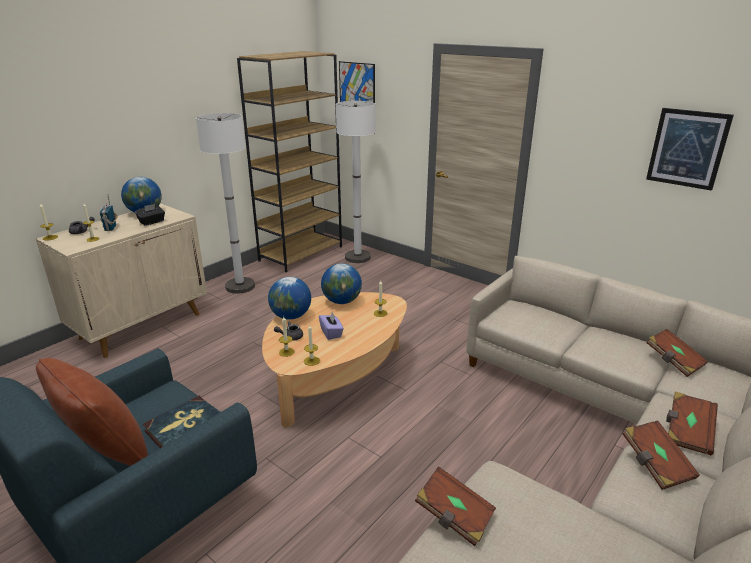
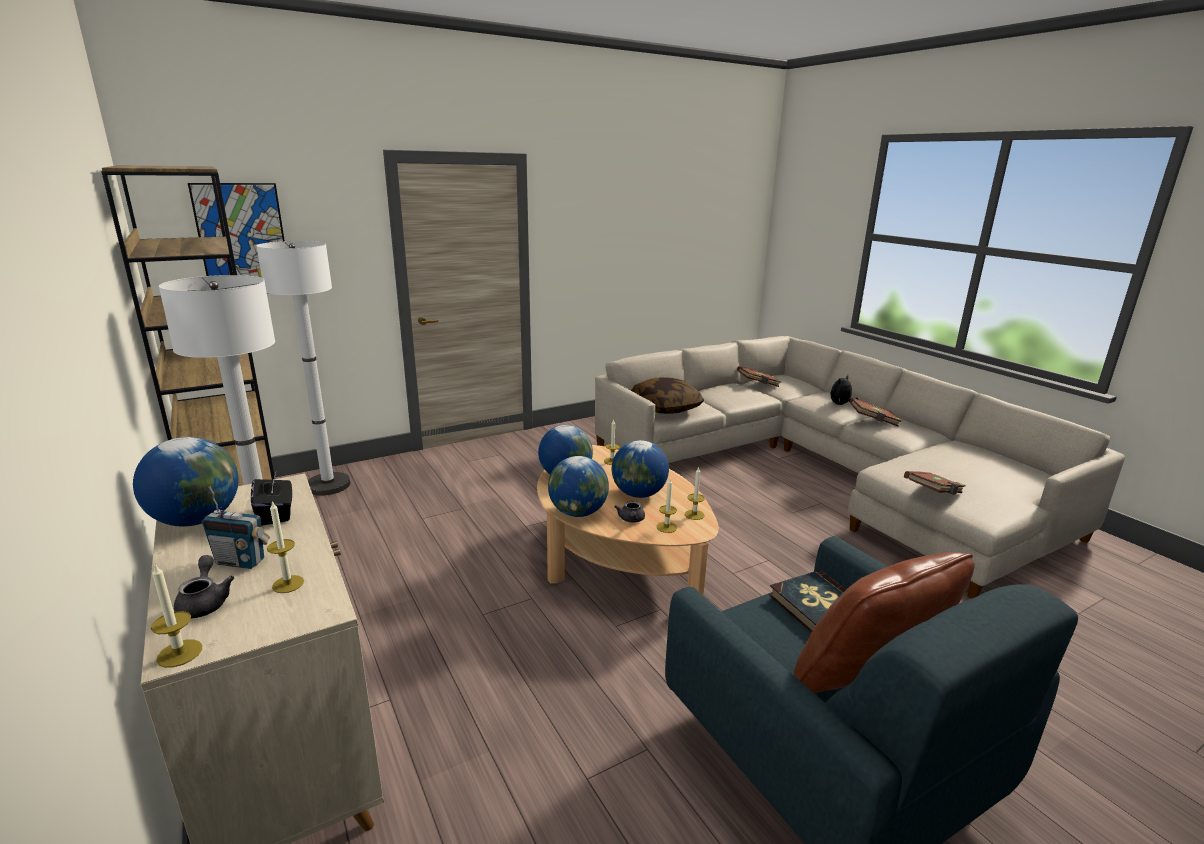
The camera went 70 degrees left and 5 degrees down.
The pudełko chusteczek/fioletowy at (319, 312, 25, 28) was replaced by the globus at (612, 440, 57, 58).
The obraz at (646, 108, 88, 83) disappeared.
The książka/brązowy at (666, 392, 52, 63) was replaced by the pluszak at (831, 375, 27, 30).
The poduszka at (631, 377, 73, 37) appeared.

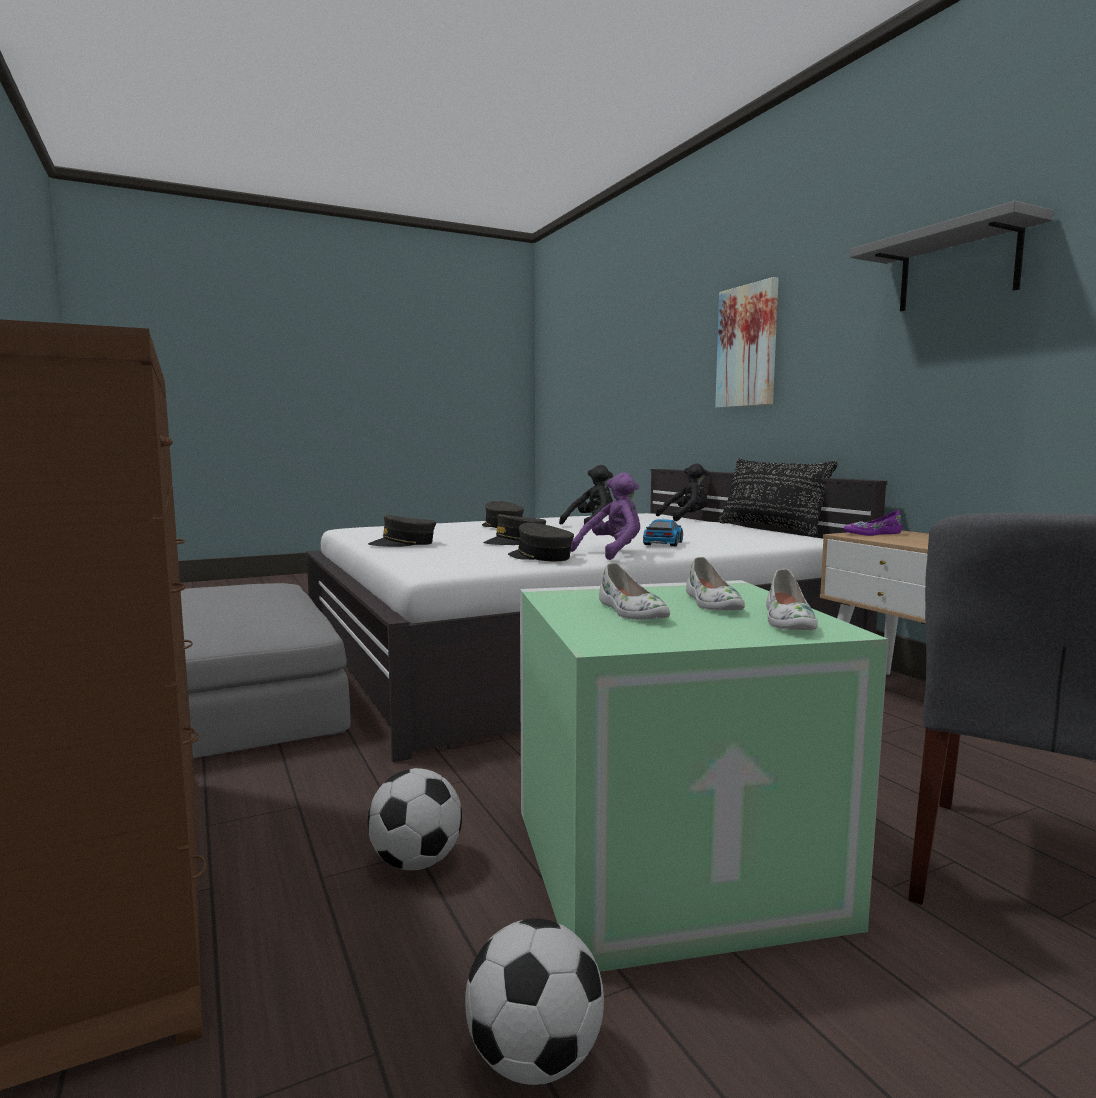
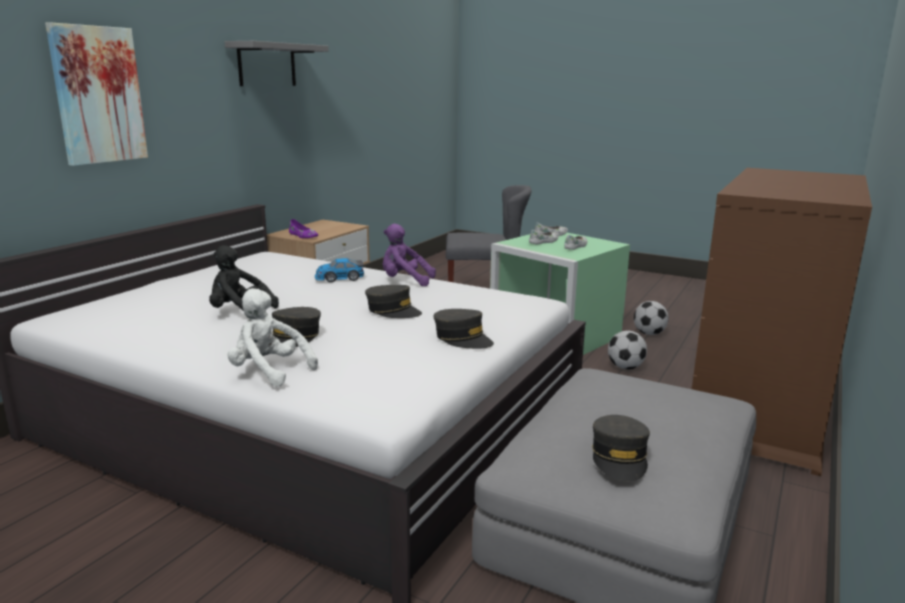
The camera went 125 degrees left and 10 degrees up.
The czapka z daszkiem/szary moved from (508, 523, 66, 38) to (592, 415, 58, 67).
The pluszak/czarny at (656, 463, 52, 58) disappeared.
The poduszka/czarny at (719, 458, 119, 78) disappeared.
The pluszak/biały at (228, 288, 90, 99) appeared.

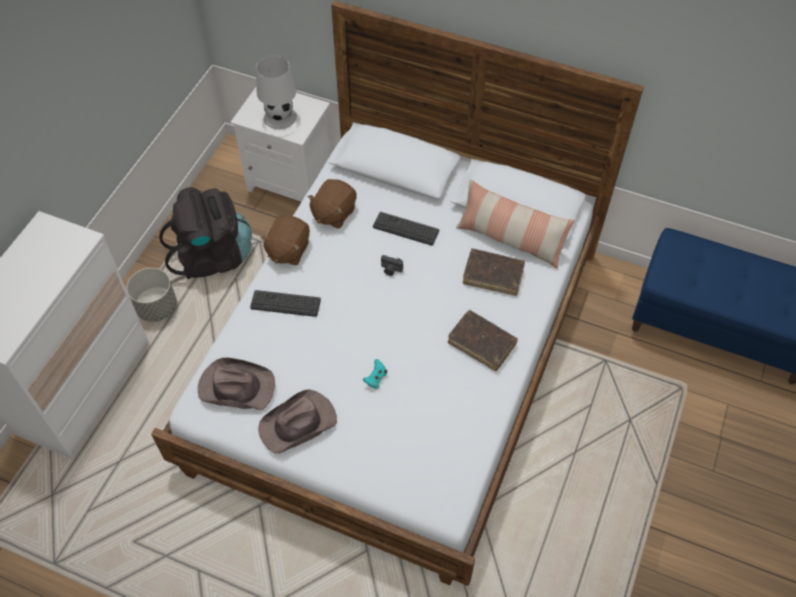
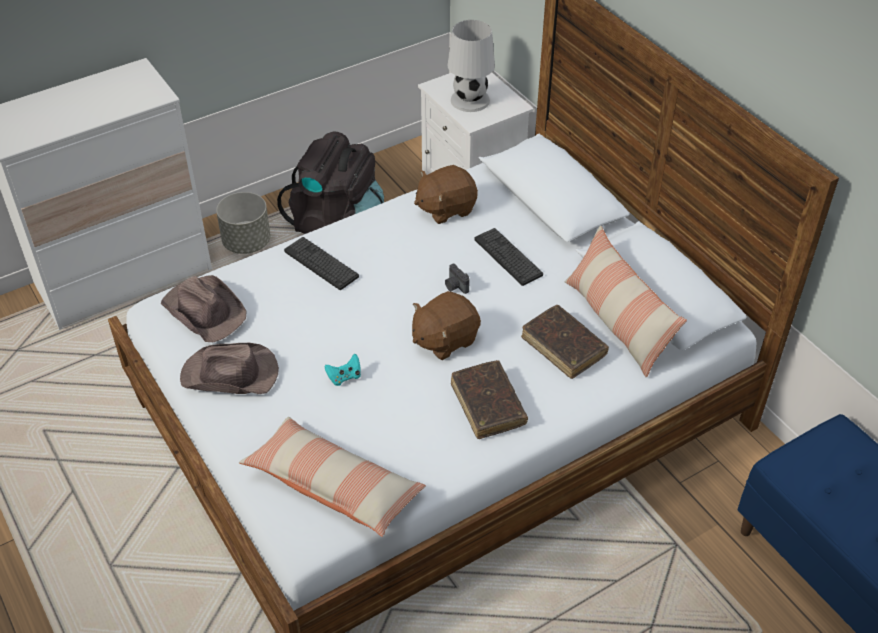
The camera went 35 degrees right and 10 degrees down.
The pluszak/brązowy moved from (260, 216, 50, 49) to (412, 291, 69, 69).
The poduszka at (239, 417, 187, 120) appeared.

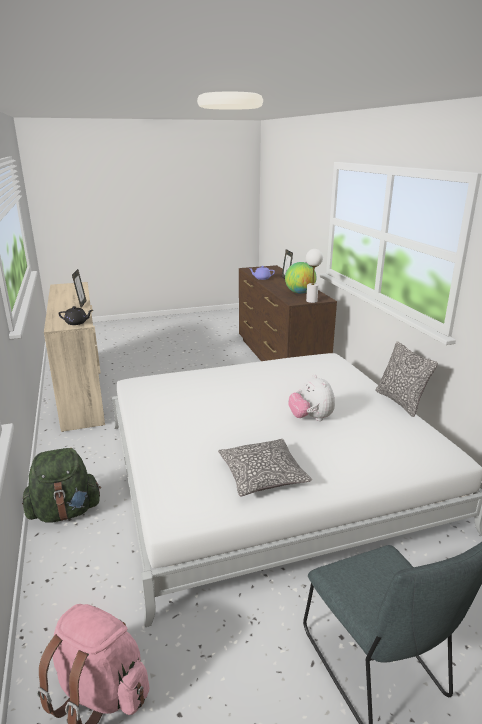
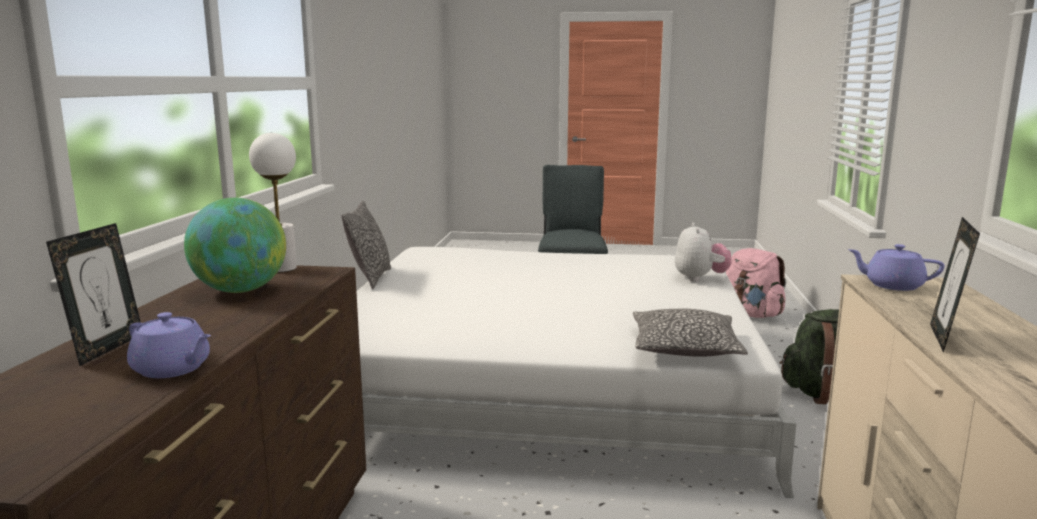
The camera went 155 degrees left and 10 degrees down.
The imbryk/czarny at (58, 306, 35, 19) became the imbryk/fioletowy at (848, 244, 97, 47).
The poduszka moved from (218, 439, 94, 57) to (633, 309, 115, 48).
The pluszak moved from (288, 374, 47, 47) to (675, 223, 57, 59).

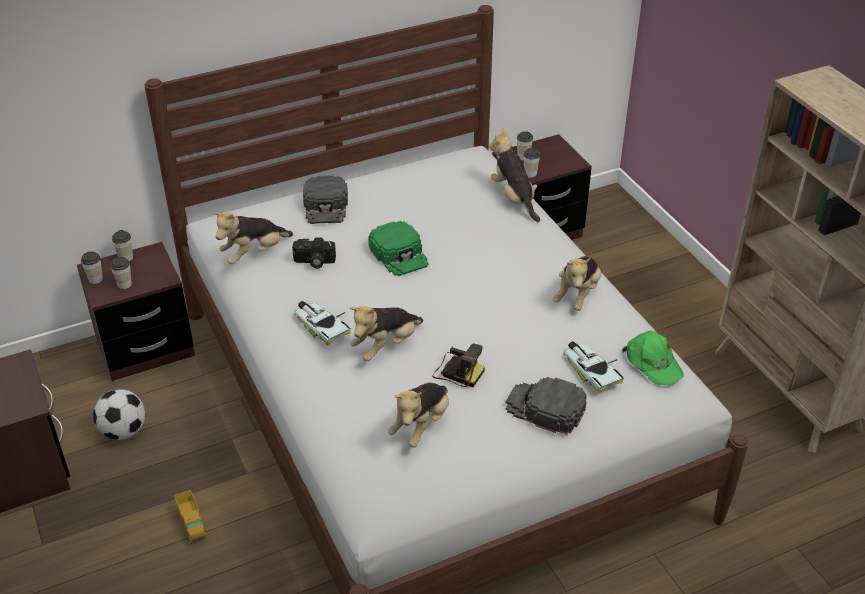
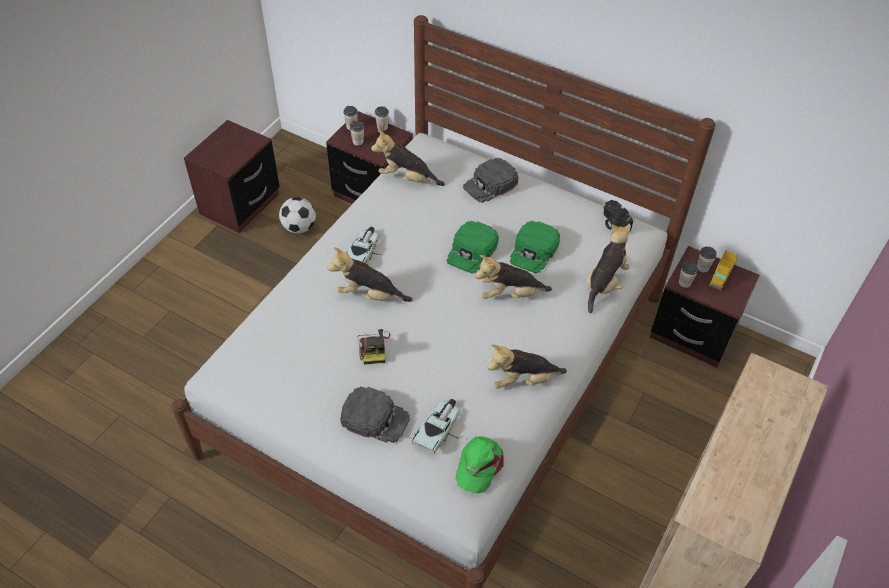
The camera went 55 degrees right and 10 degrees up.
The ciężarówka zabawkowa moved from (174, 490, 33, 54) to (709, 251, 29, 40).
The aparat fotograficzny moved from (292, 237, 44, 32) to (603, 200, 30, 31).
The pluszak moved from (388, 383, 61, 65) to (475, 255, 77, 44).
The czapka z daszkiem/czarny at (505, 377, 82, 58) turned 120 degrees clockwise.
The czapka z daszkiem/zielony at (510, 221, 50, 53) appeared.

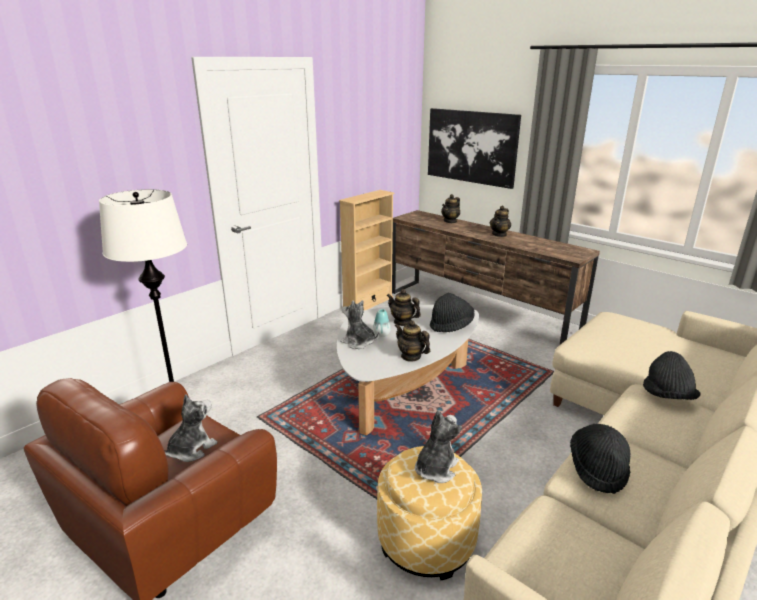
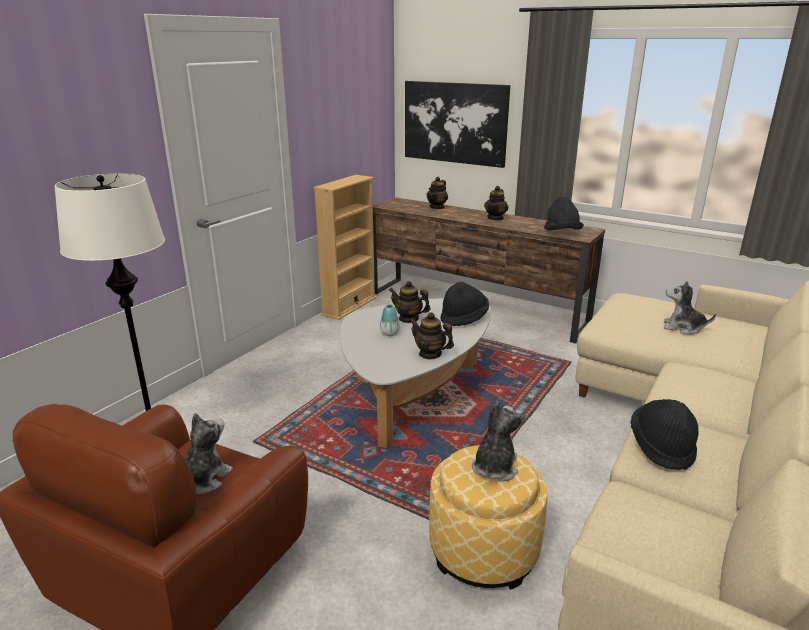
The camera went 10 degrees left and 0 degrees up.
The pluszak moved from (340, 300, 39, 49) to (664, 281, 52, 54).
The kapelusz/czarny moved from (643, 351, 58, 49) to (544, 197, 39, 33).

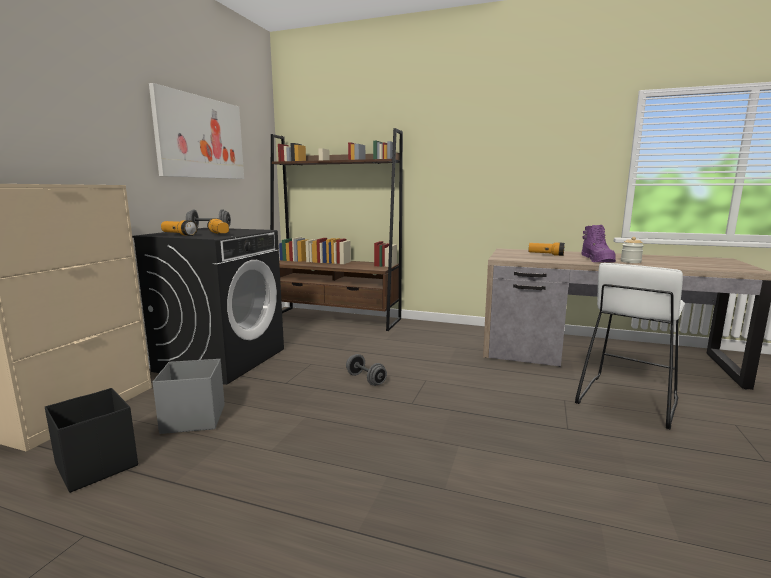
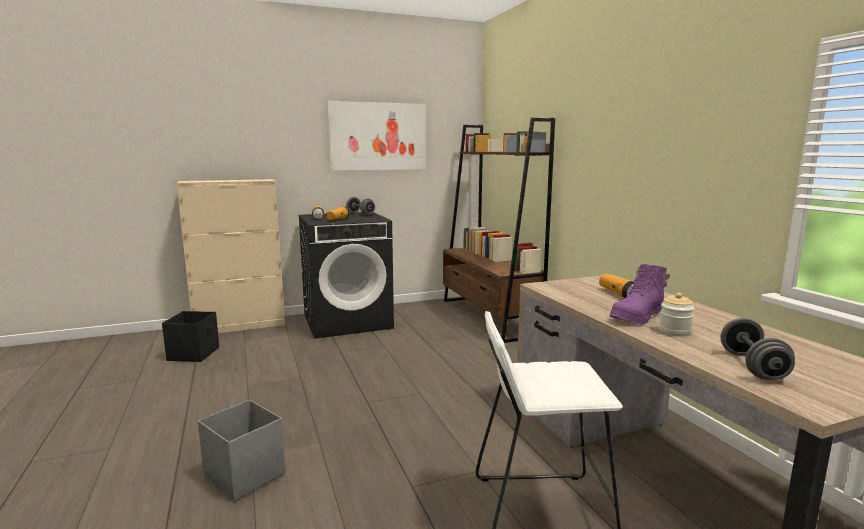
The camera went 50 degrees right and 0 degrees up.
The pojemnik do przechowywania/szary moved from (153, 359, 72, 75) to (198, 400, 88, 101).
The hantel/szary moved from (346, 354, 41, 32) to (720, 318, 75, 62).

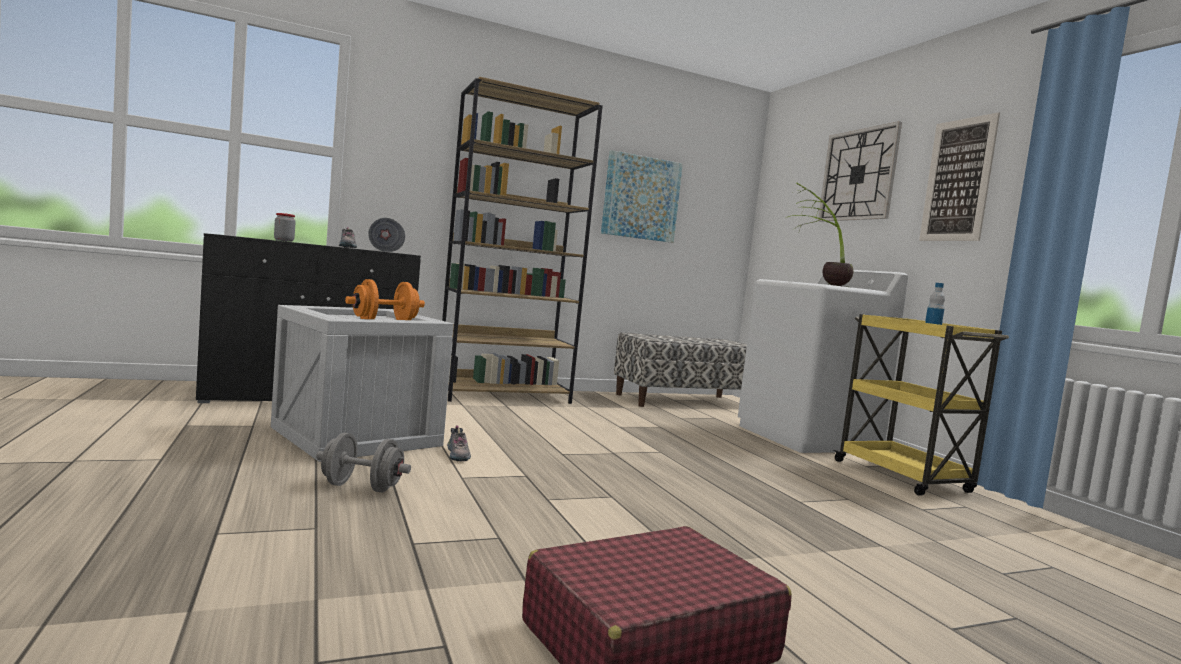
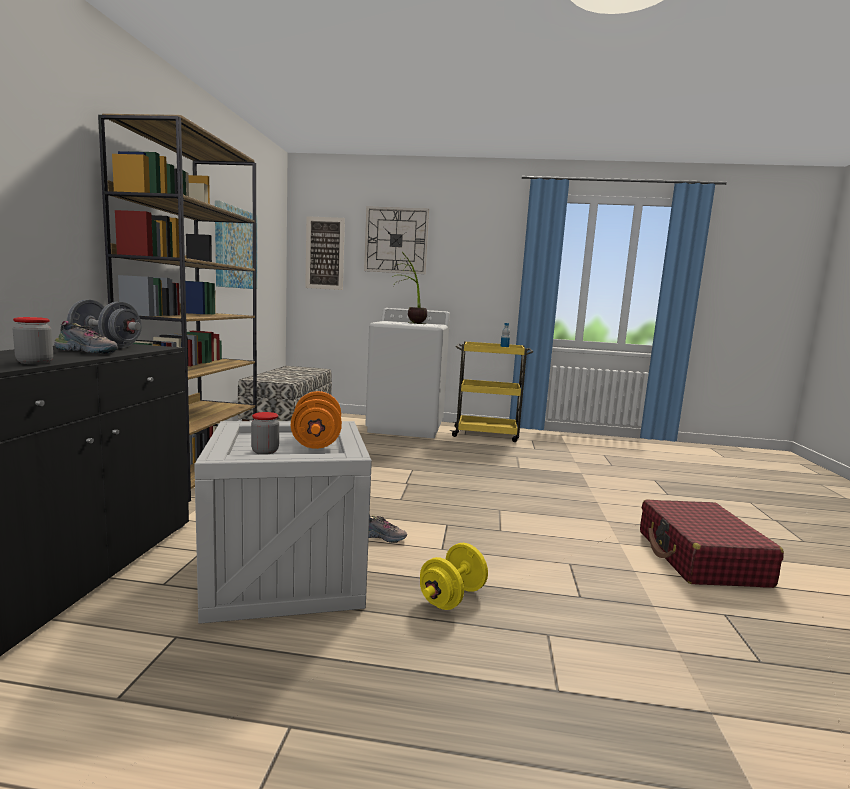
The camera went 60 degrees left and 5 degrees up.
The hantel/szary at (316, 433, 95, 60) became the hantel/żółty at (420, 543, 68, 67).
The obraz moved from (919, 112, 81, 129) to (305, 216, 40, 74).
The słoik at (251, 412, 28, 43) appeared.

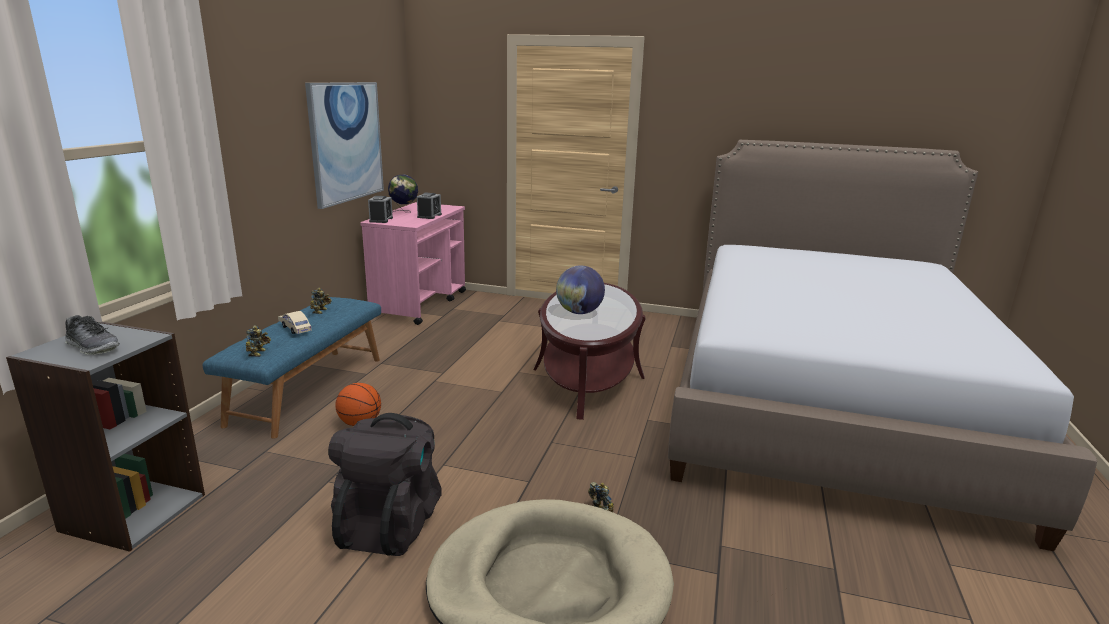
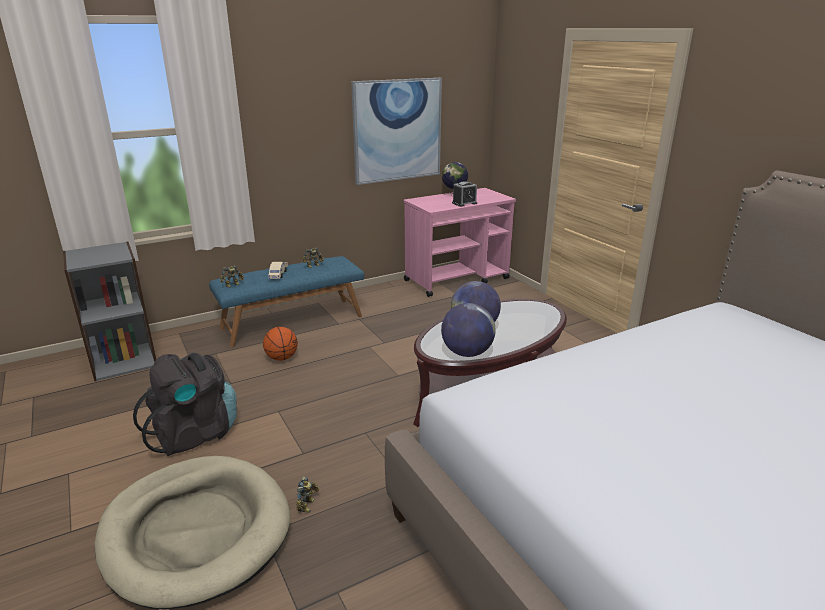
The camera went 45 degrees right and 5 degrees up.
The but at (65, 315, 55, 40) disappeared.
The budzik at (368, 196, 25, 27) disappeared.
The globus at (441, 303, 55, 54) appeared.

